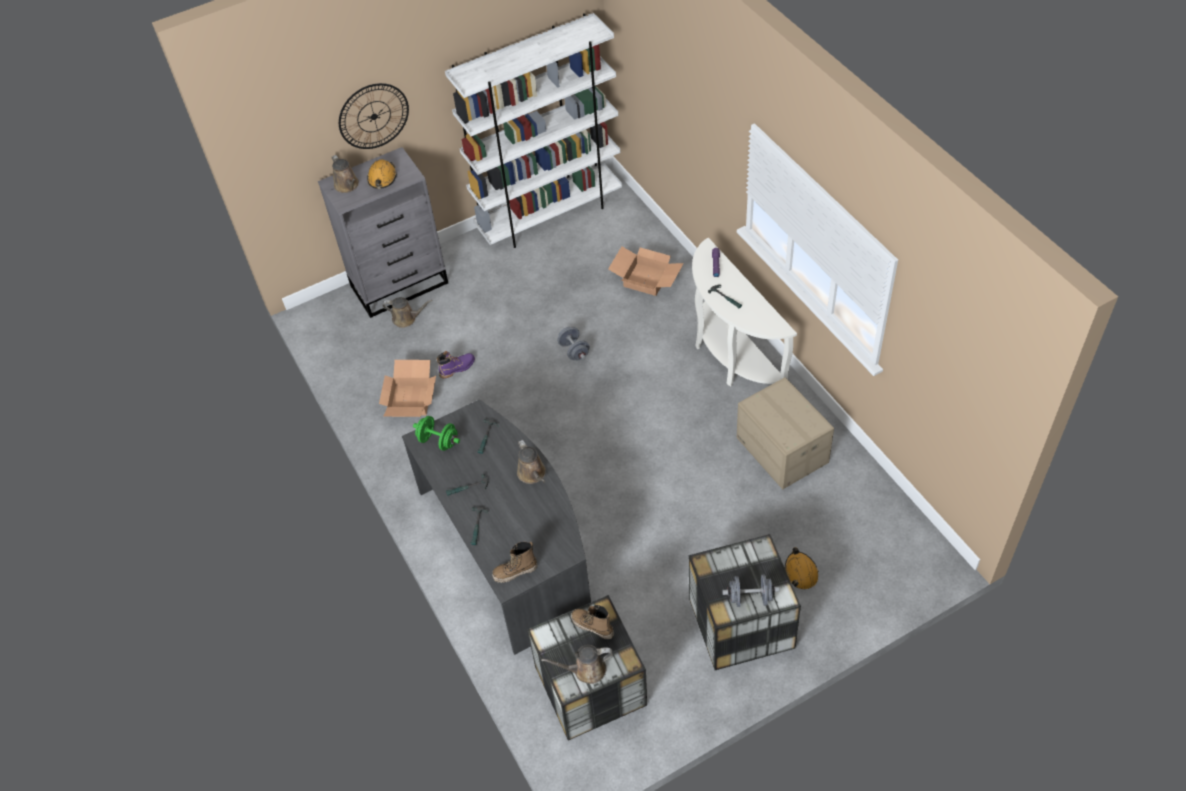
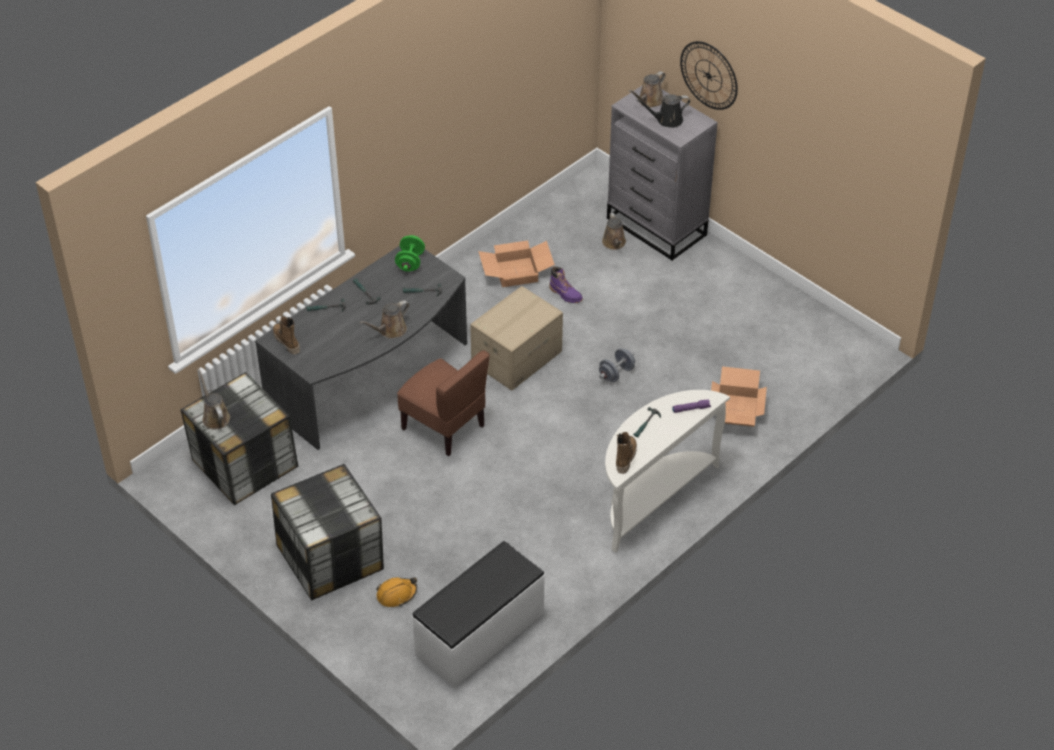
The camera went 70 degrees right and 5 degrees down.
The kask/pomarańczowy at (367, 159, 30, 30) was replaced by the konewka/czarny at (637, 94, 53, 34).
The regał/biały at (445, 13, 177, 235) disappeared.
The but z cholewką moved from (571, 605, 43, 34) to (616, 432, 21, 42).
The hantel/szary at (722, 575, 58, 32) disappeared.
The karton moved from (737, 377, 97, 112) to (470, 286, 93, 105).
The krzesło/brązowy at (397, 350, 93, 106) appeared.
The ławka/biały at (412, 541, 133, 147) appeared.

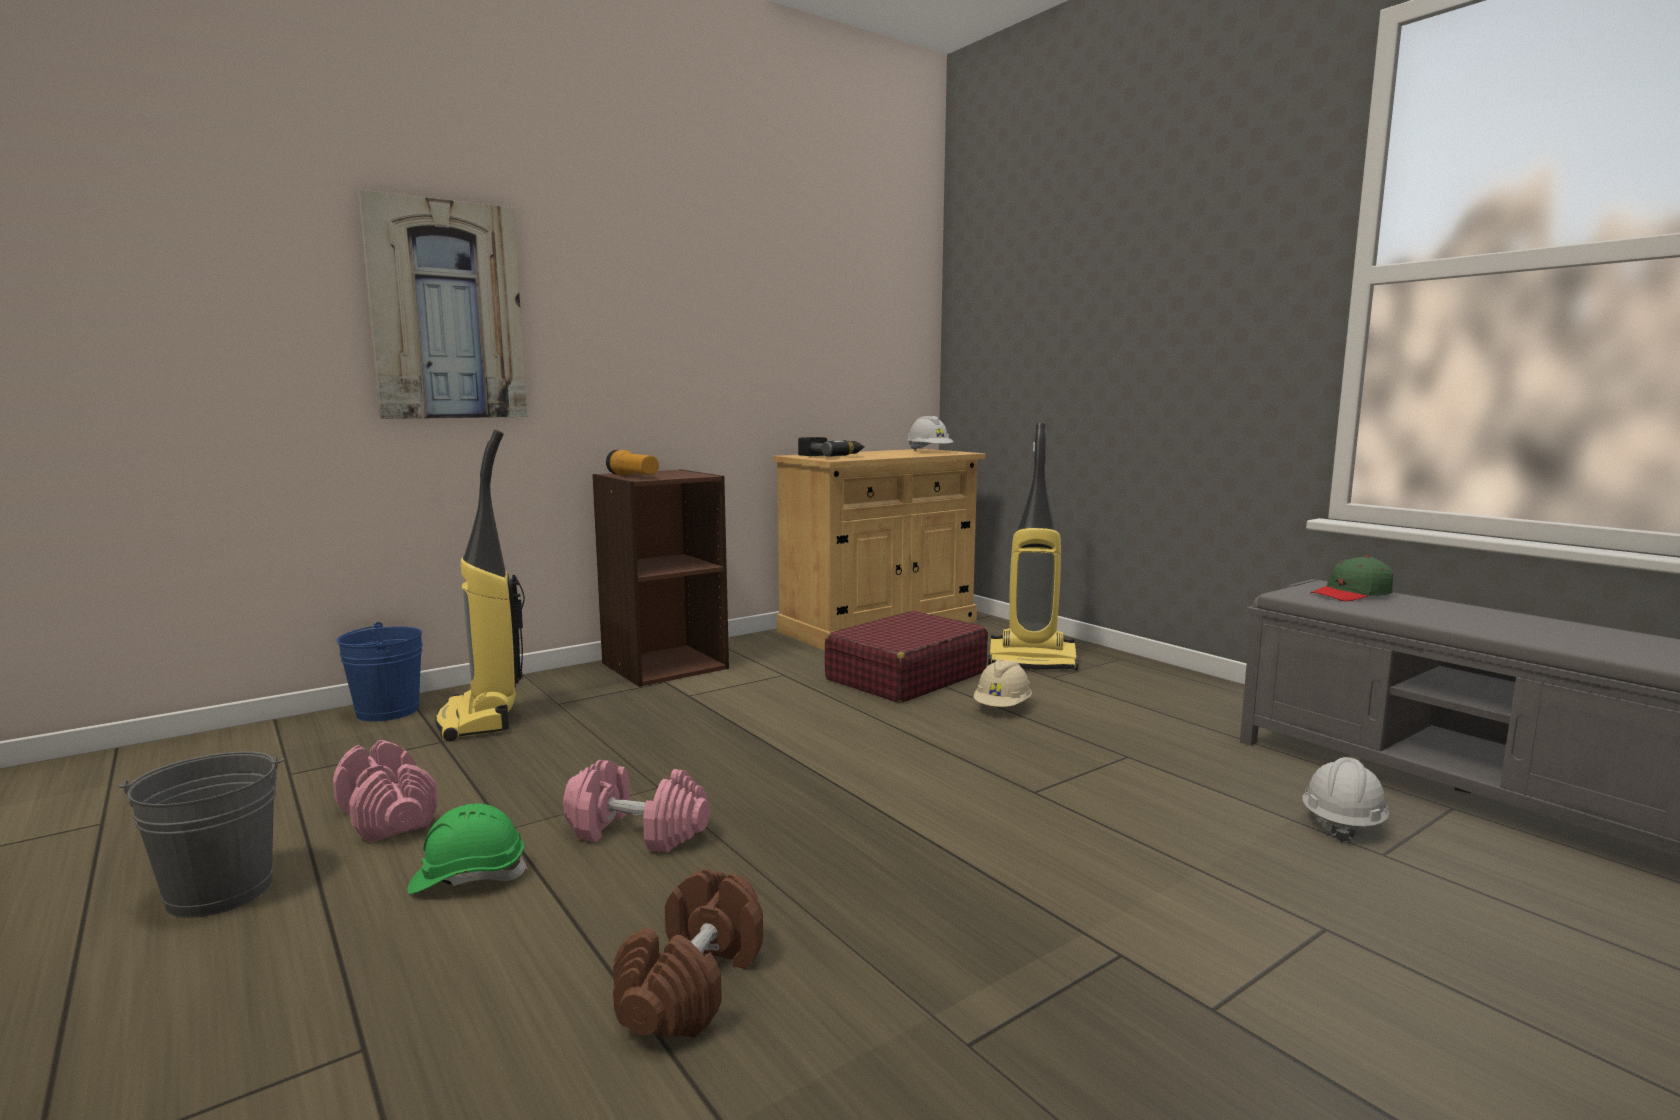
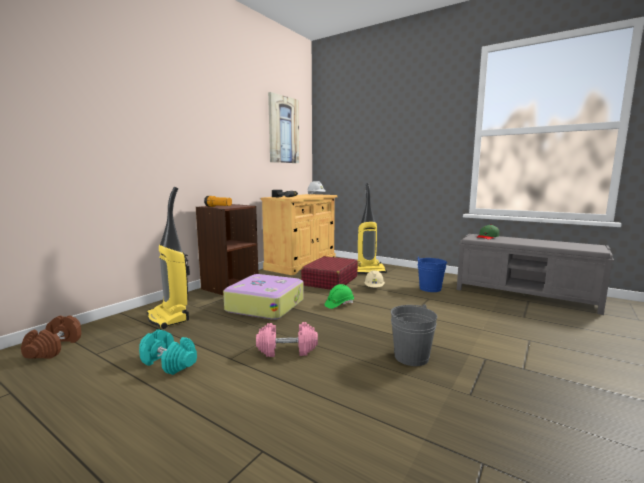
The camera went 20 degrees left and 0 degrees up.
The wiadro/szary moved from (119, 751, 166, 167) to (391, 304, 46, 62).
The hantel/różowy at (333, 740, 105, 103) became the hantel/turkusowy at (139, 329, 58, 46).
The wiadro/niebieski moved from (336, 622, 87, 100) to (418, 257, 29, 35).
The obraz moved from (358, 190, 169, 229) to (268, 92, 31, 71).
The kask/zielony moved from (407, 803, 121, 91) to (325, 284, 29, 25).
The hantel/brązowy moved from (613, 869, 150, 169) to (21, 315, 60, 44).
The kask/biały at (1303, 757, 86, 86) disappeared.
The walizka at (223, 274, 81, 46) appeared.

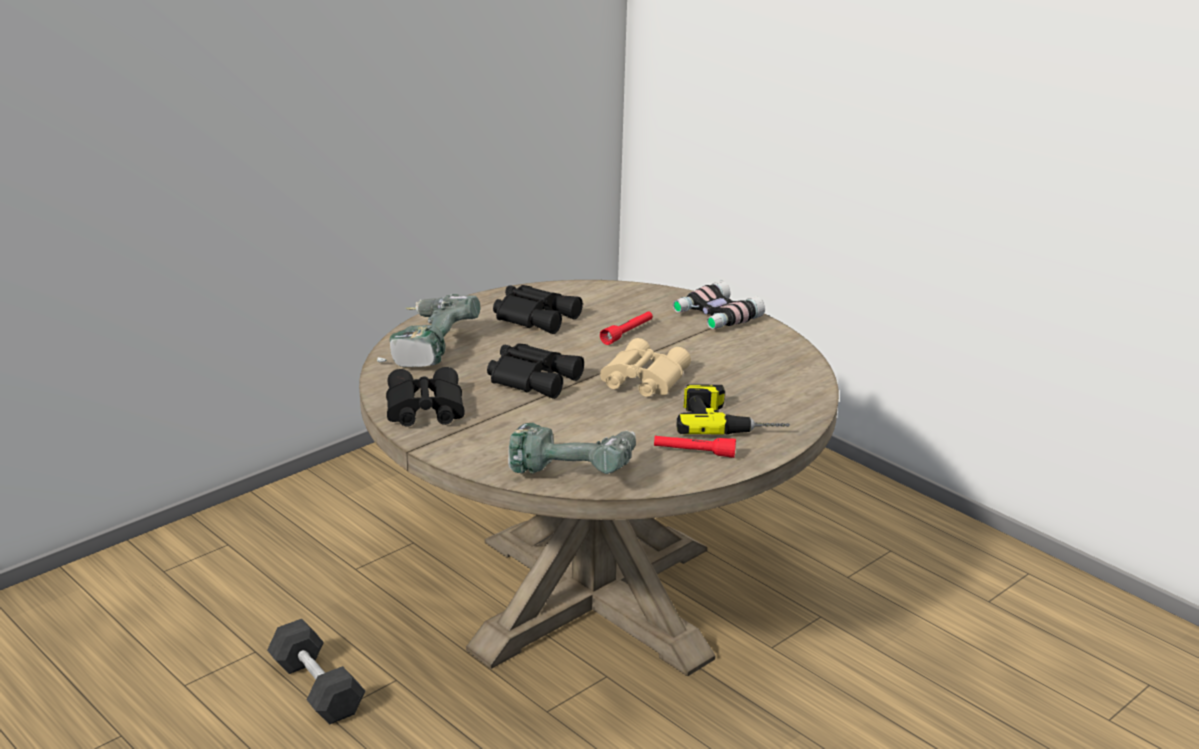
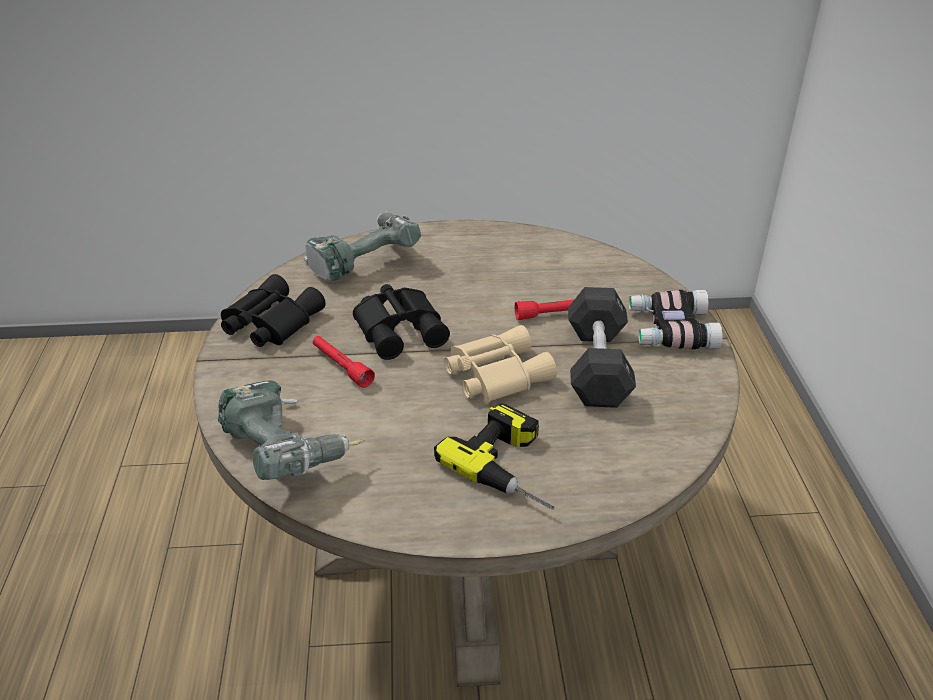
The camera went 40 degrees right and 10 degrees up.
The hantel/czarny moved from (267, 619, 98, 106) to (568, 287, 68, 121).
The lornetka/czarny at (493, 285, 90, 49) disappeared.
The latarka/czerwony moved from (654, 436, 82, 22) to (313, 336, 62, 52).

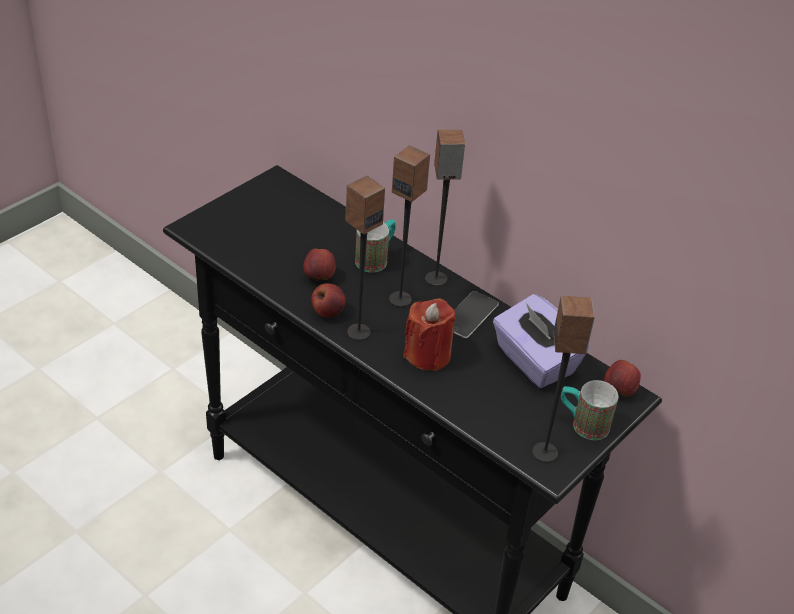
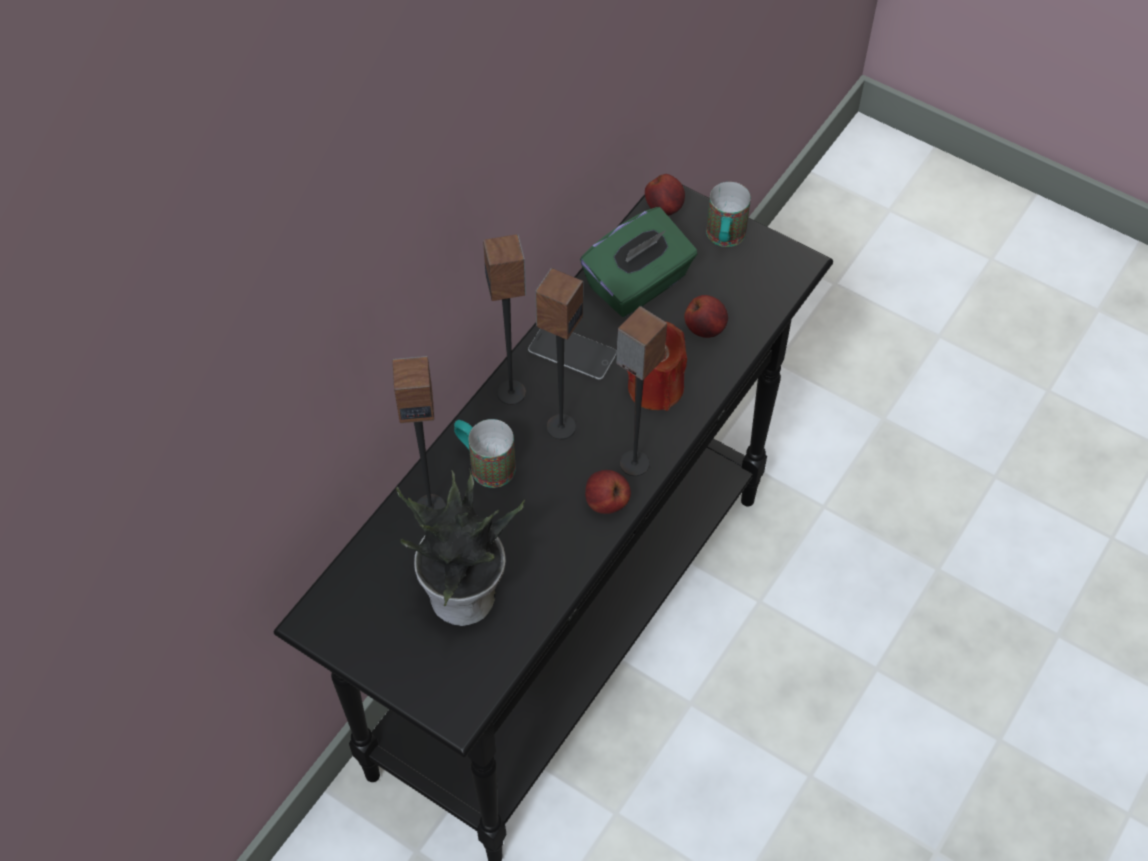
The camera went 95 degrees left and 15 degrees up.
The jabłko moved from (303, 249, 33, 32) to (684, 295, 44, 43).
The pudełko chusteczek/fioletowy at (493, 294, 96, 94) became the pudełko chusteczek/zielony at (580, 207, 117, 110).
The głośnik moved from (532, 296, 63, 166) to (393, 356, 53, 154).
The roślina doniczkowa at (396, 469, 129, 157) appeared.

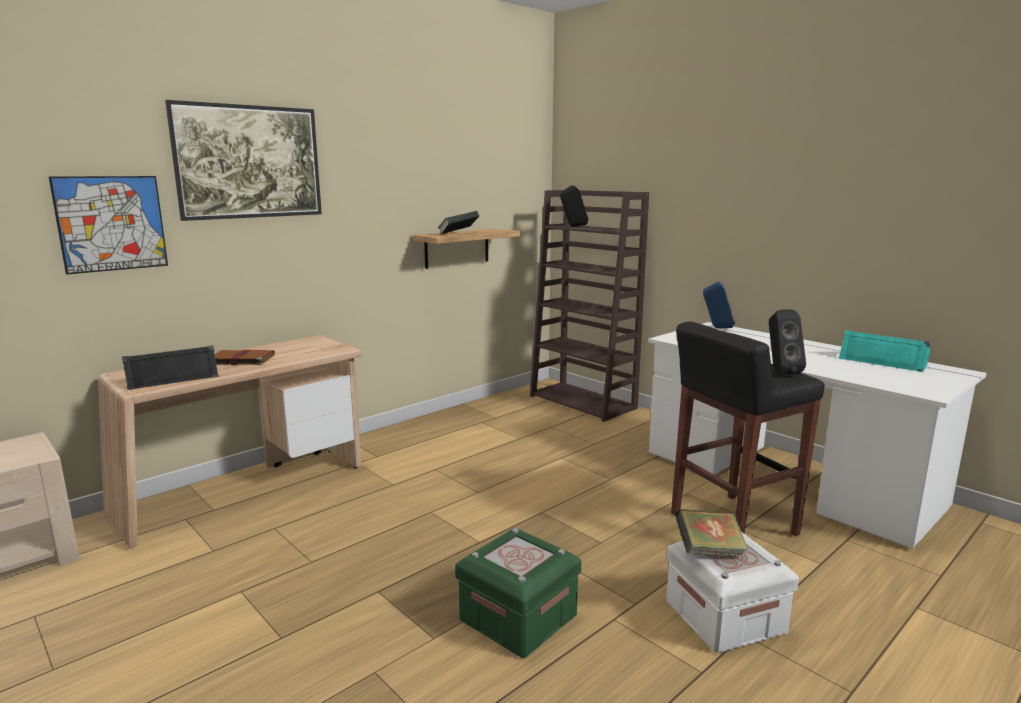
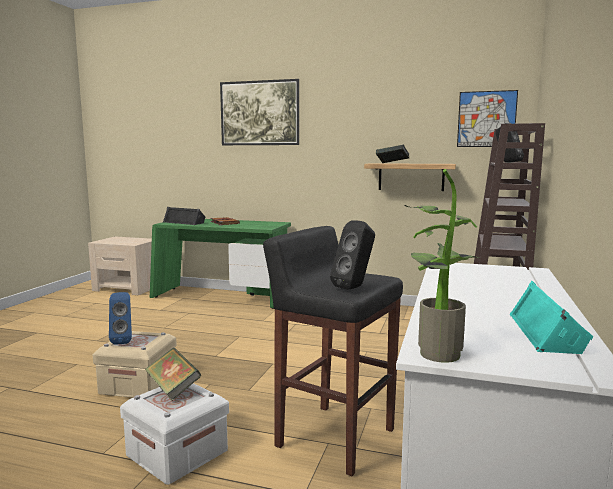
The camera went 60 degrees right and 5 degrees down.
The obraz moved from (49, 176, 119, 99) to (457, 90, 61, 57).
The biurko/beżowy at (98, 335, 264, 213) became the biurko/zielony at (150, 219, 141, 90).
The pojemnik do przechowywania/zielony at (455, 528, 126, 130) became the pojemnik do przechowywania/beżowy at (93, 331, 84, 67).
The głośnik/niebieski moved from (703, 281, 32, 47) to (109, 292, 23, 53).
The roślina doniczkowa at (405, 169, 74, 194) appeared.

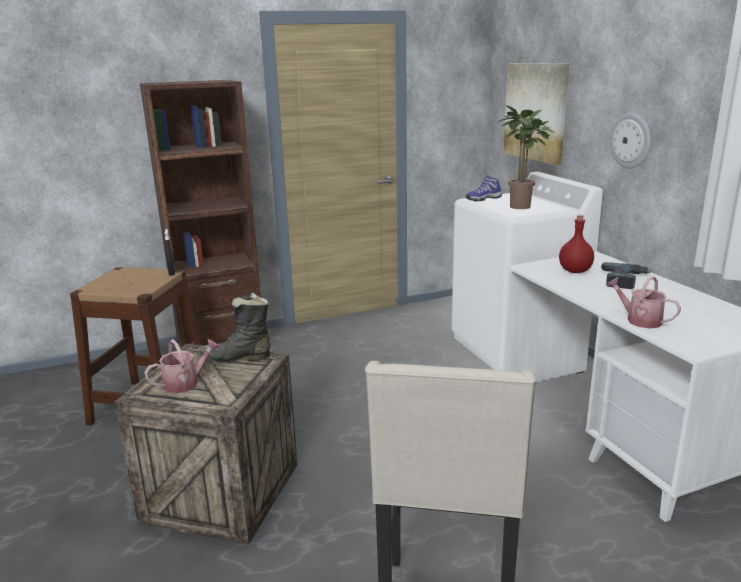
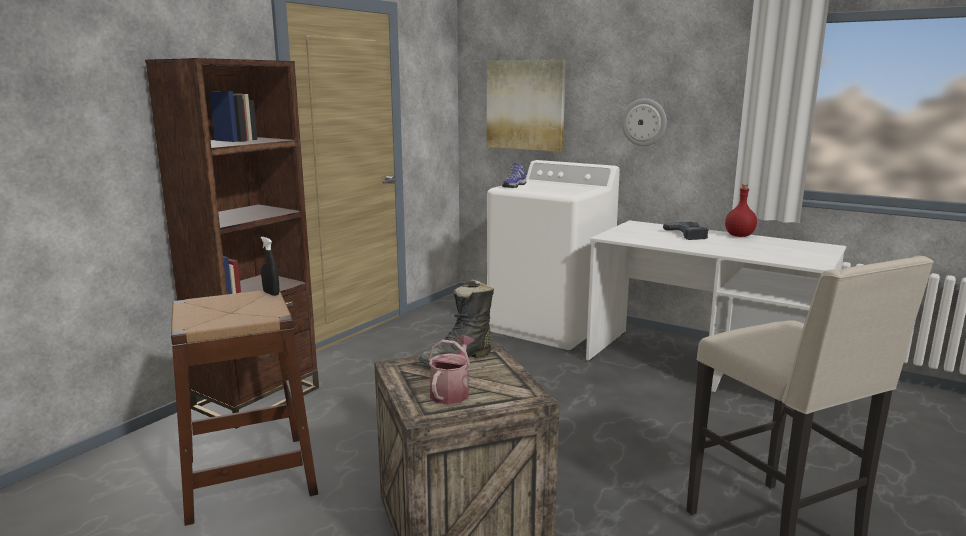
The camera went 35 degrees left and 5 degrees down.
The roślina doniczkowa at (498, 105, 57, 104) disappeared.
The butelka/czerwony moved from (559, 215, 35, 58) to (725, 184, 32, 53).
The konewka at (606, 276, 75, 52) disappeared.

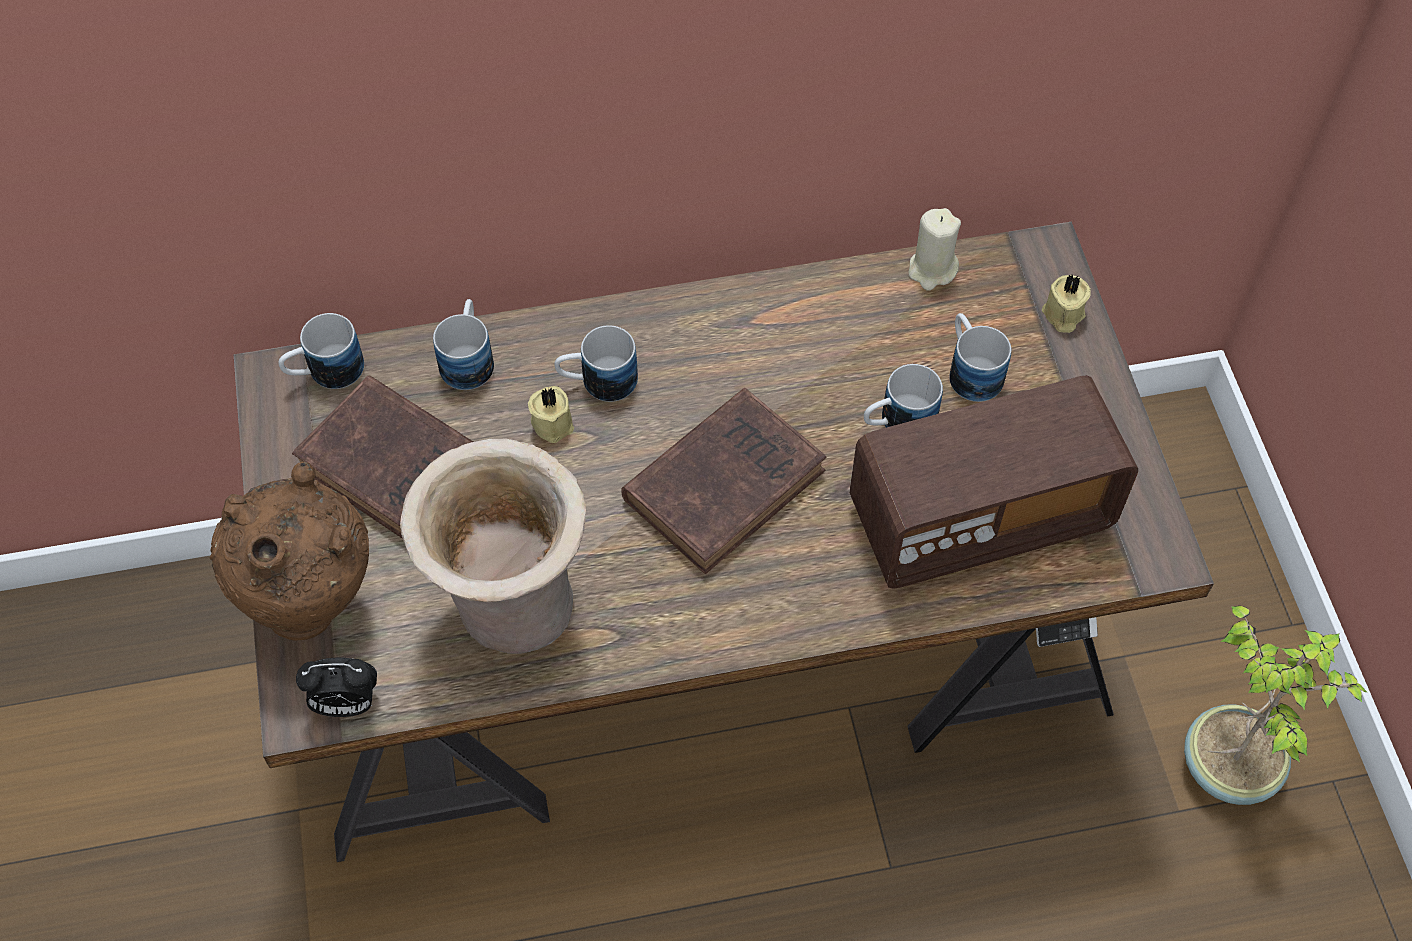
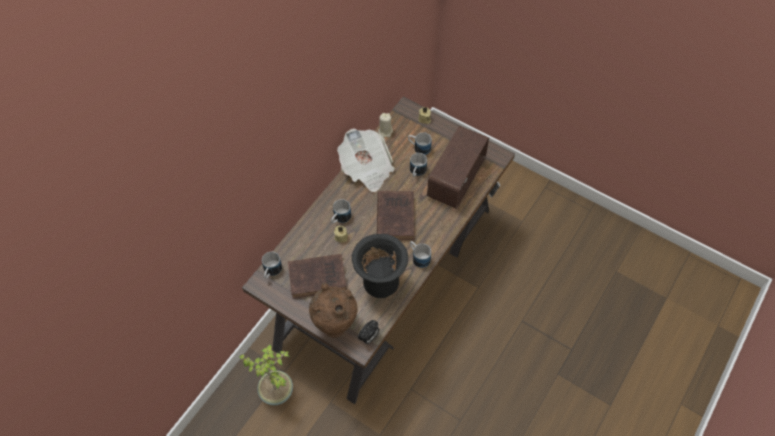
The camera went 45 degrees left and 0 degrees up.
The wazon/beżowy at (400, 438, 186, 216) became the wazon/czarny at (352, 234, 56, 64).
The kubek moved from (433, 299, 61, 91) to (410, 241, 21, 27).
The roślina doniczkowa moved from (1184, 606, 184, 199) to (239, 345, 54, 61).
The gazeta at (337, 128, 58, 64) appeared.

